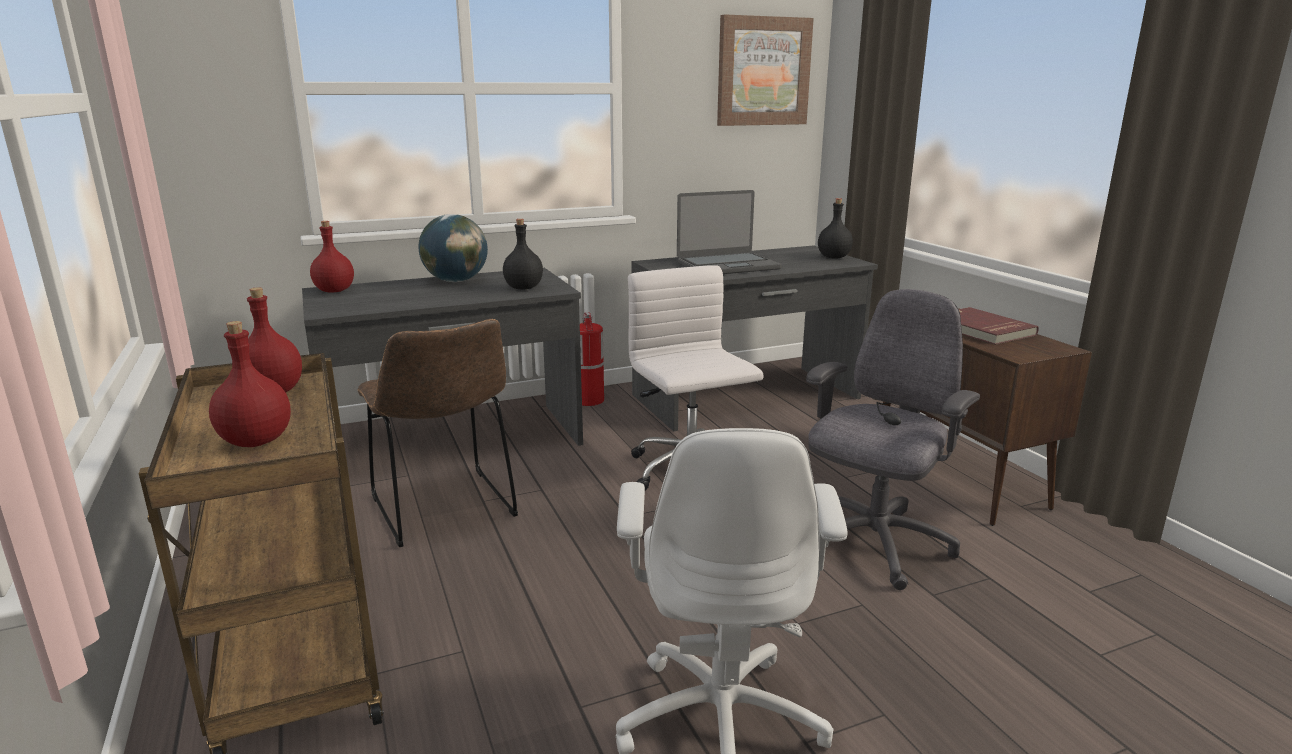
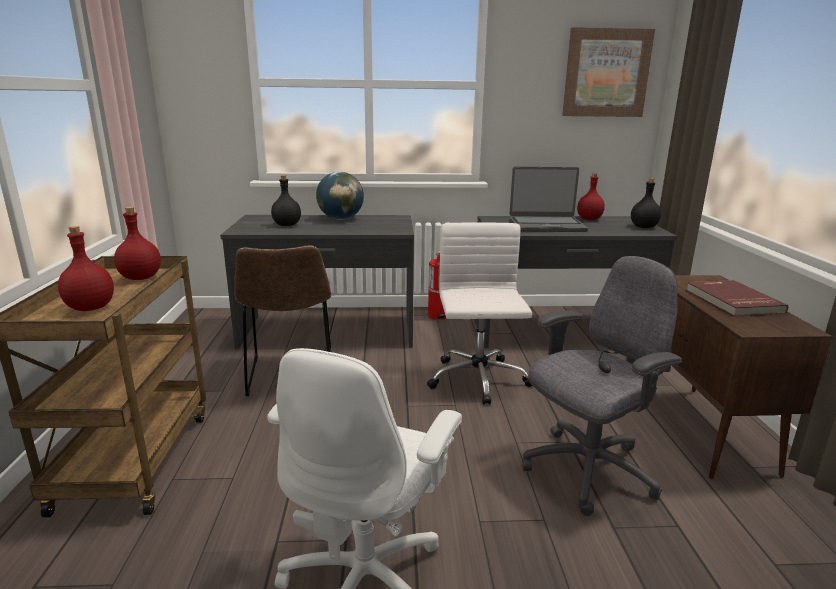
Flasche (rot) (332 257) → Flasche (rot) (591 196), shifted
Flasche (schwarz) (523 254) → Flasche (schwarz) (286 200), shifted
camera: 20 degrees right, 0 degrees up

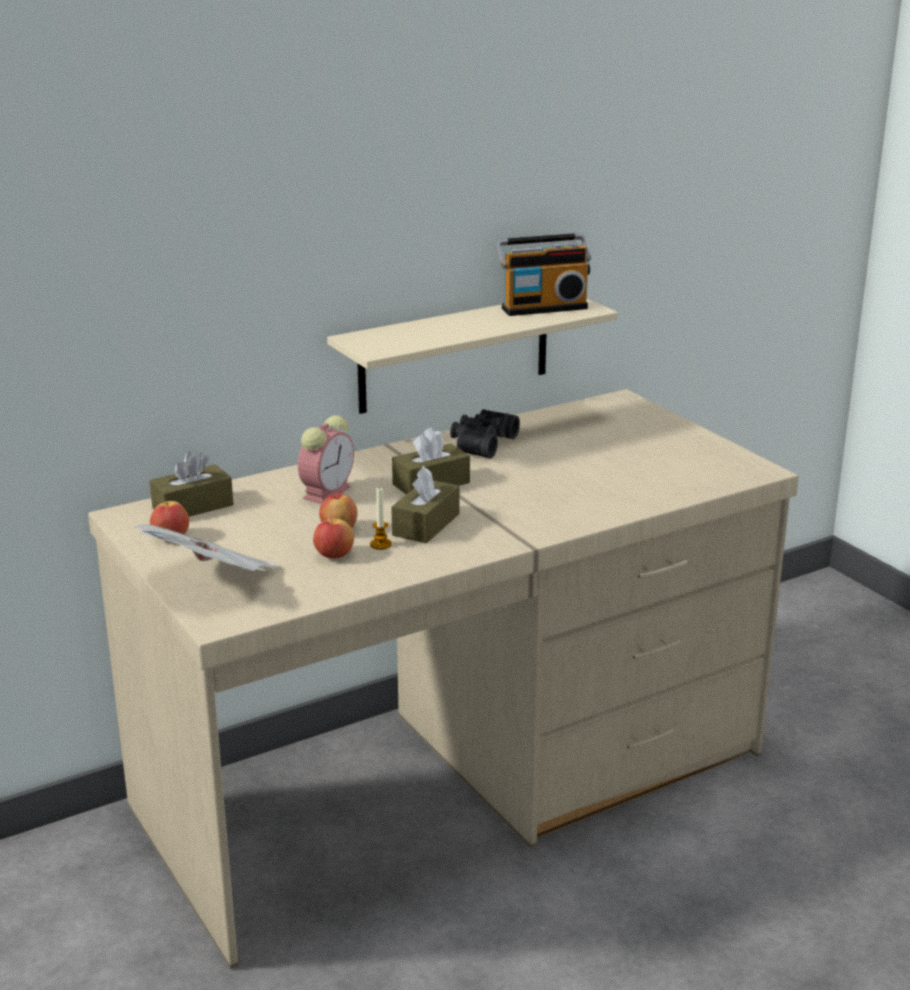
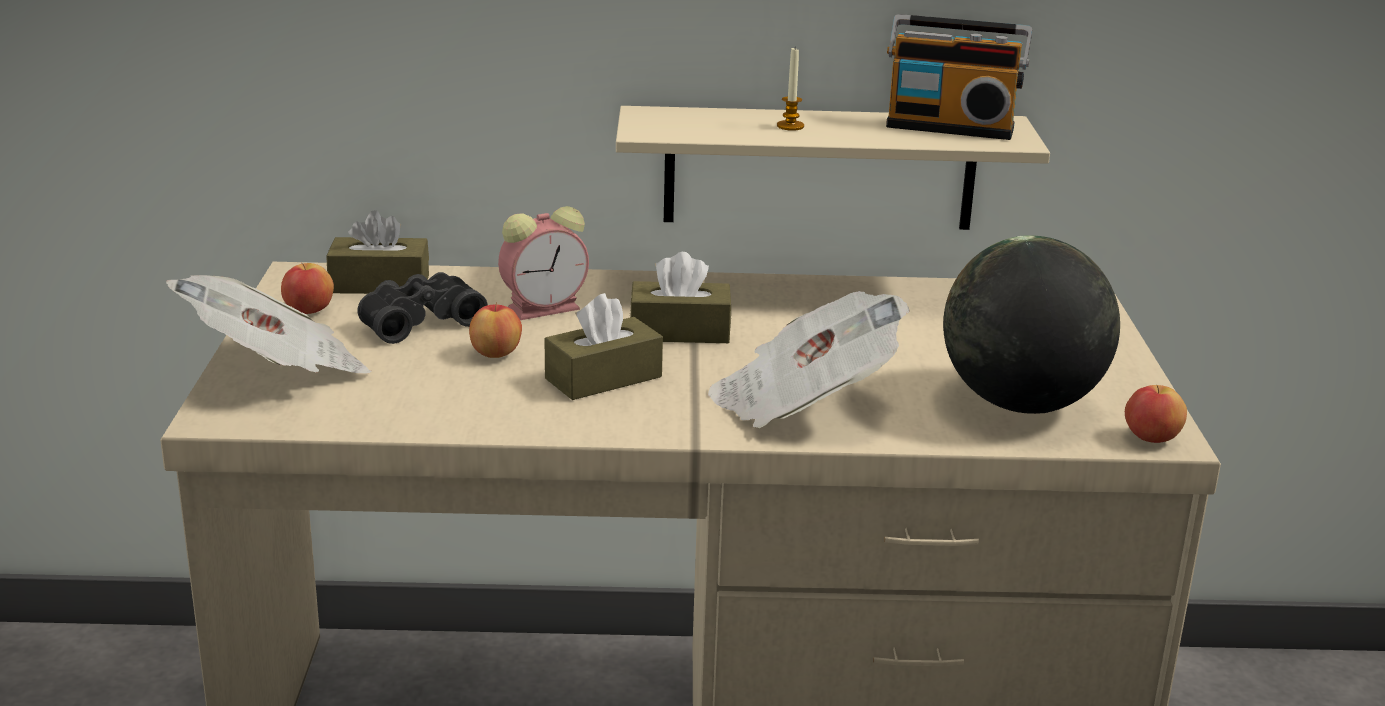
Apfel (333 538) → Apfel (1156 413), shifted
Kerze (381 518) → Kerze (790 89), shifted
Fernglas (schwarz) (485 434) → Fernglas (schwarz) (422 308), shifted
- → Zeitung (809 359)
- → Globus (1031 324)
camera: 30 degrees right, 0 degrees up

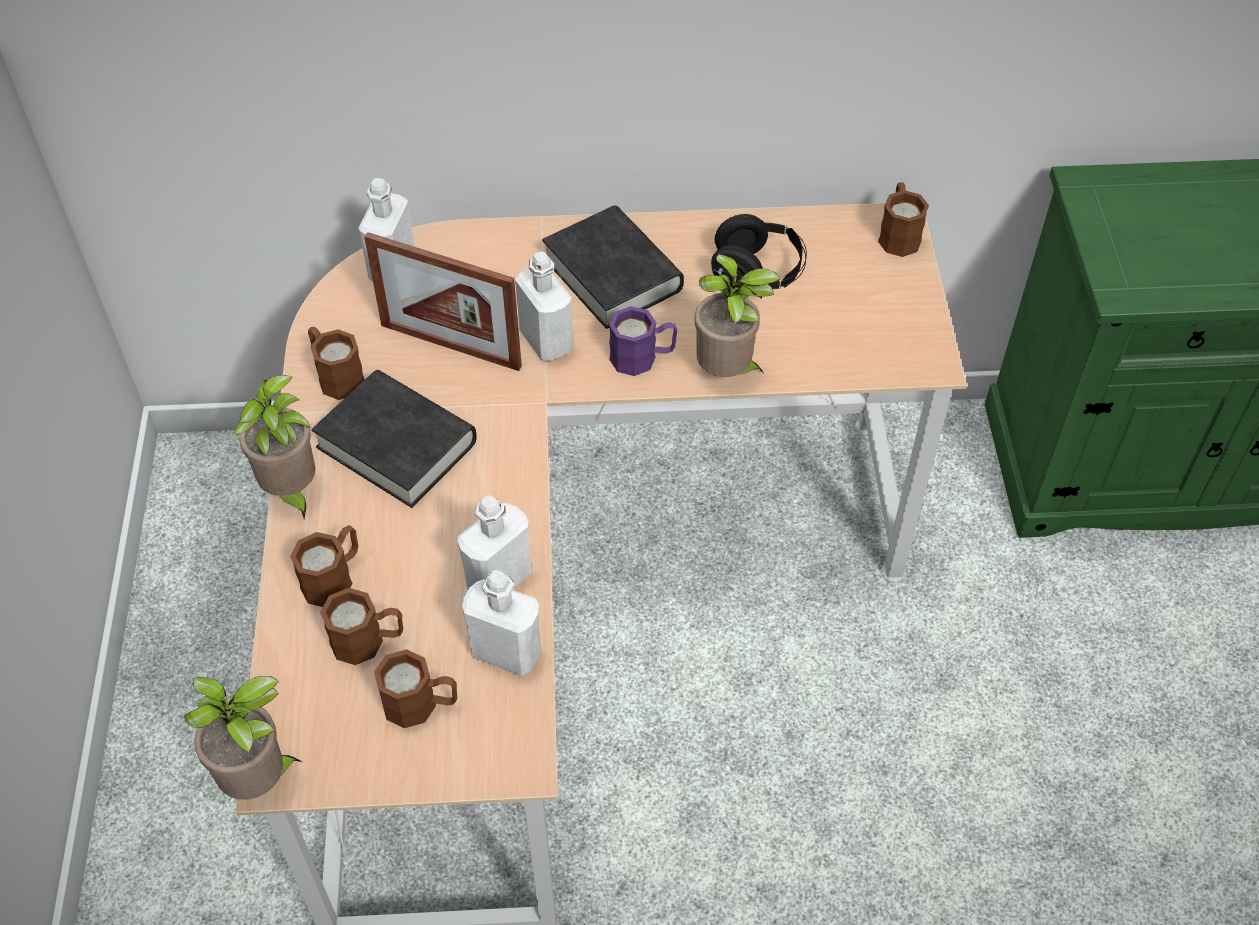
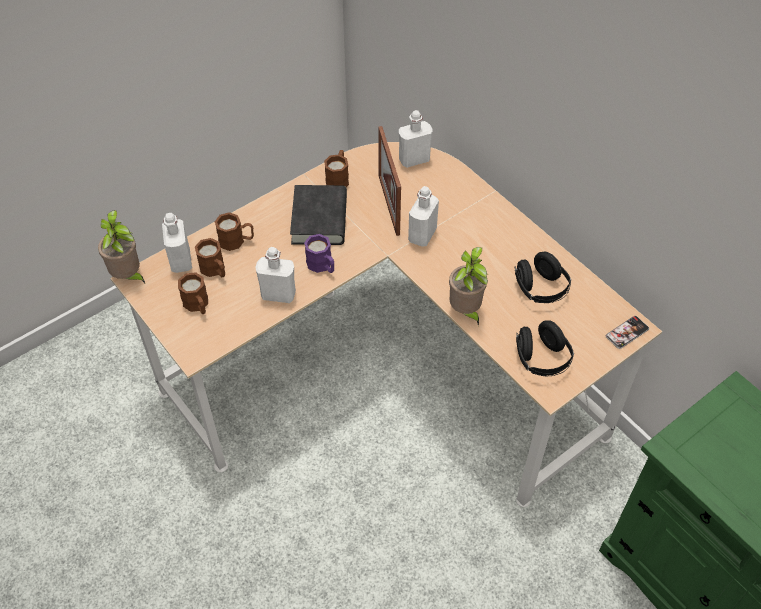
Topfpflanze (274 447) → -
Flasche (weiß) (501 623) → Flasche (weiß) (177 243), shifted
Buch (schwarz) (613 267) → -
Henkelbecher (lila) (643 341) → Henkelbecher (lila) (319 253), shifted
Henkelbecher (braun) (903 219) → Handy (627 332)
- → Kopfhörer (schwarz) (545 348)
camera: 55 degrees right, 0 degrees up

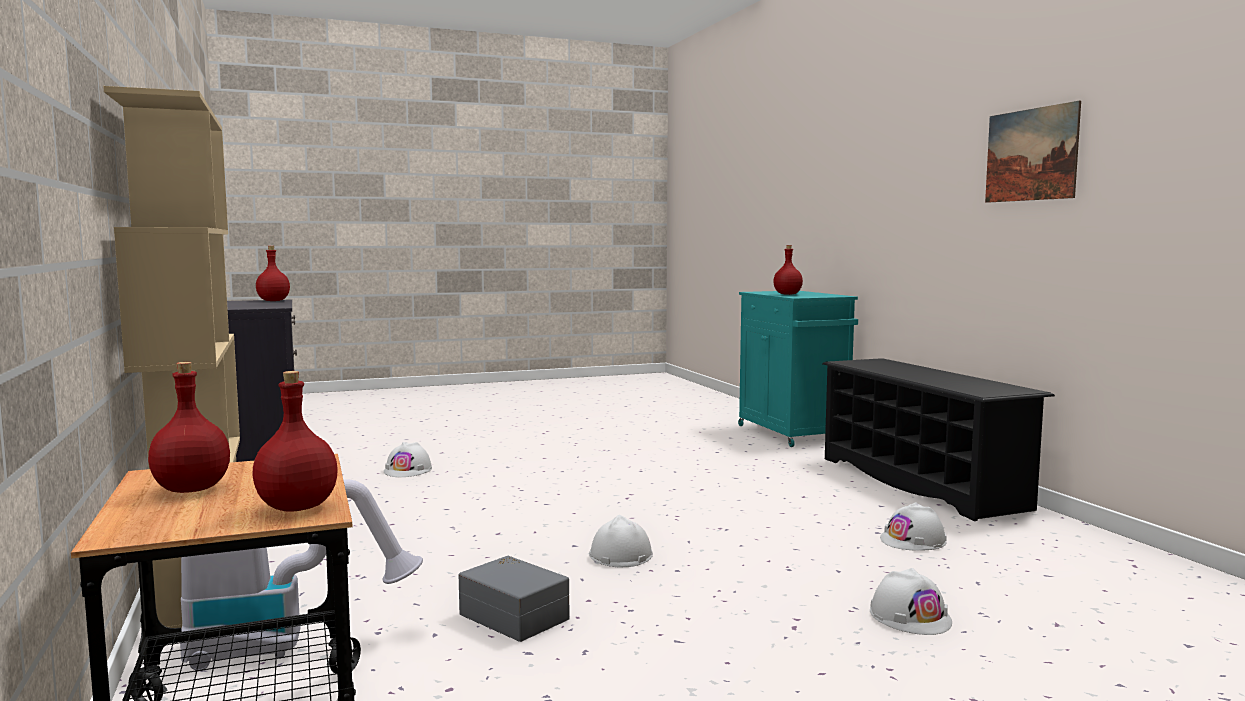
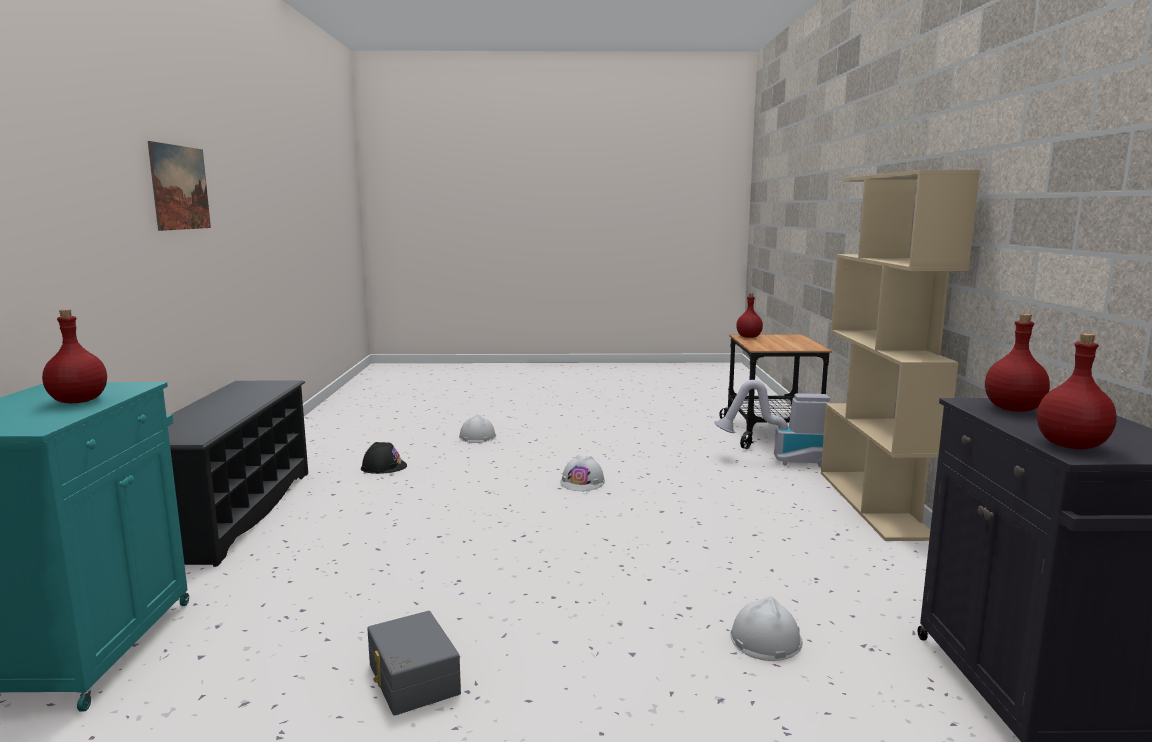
Flasche (rot) (189 427) → Flasche (rot) (1017 363), shifted
Aufbewahrungsbox (grau) (514 599) → Aufbewahrungsbox (grau) (414 663), shifted
Schutzhelm (weiß) (913 526) → Schutzhelm (schwarz) (384 458)
camera: 160 degrees left, 5 degrees up

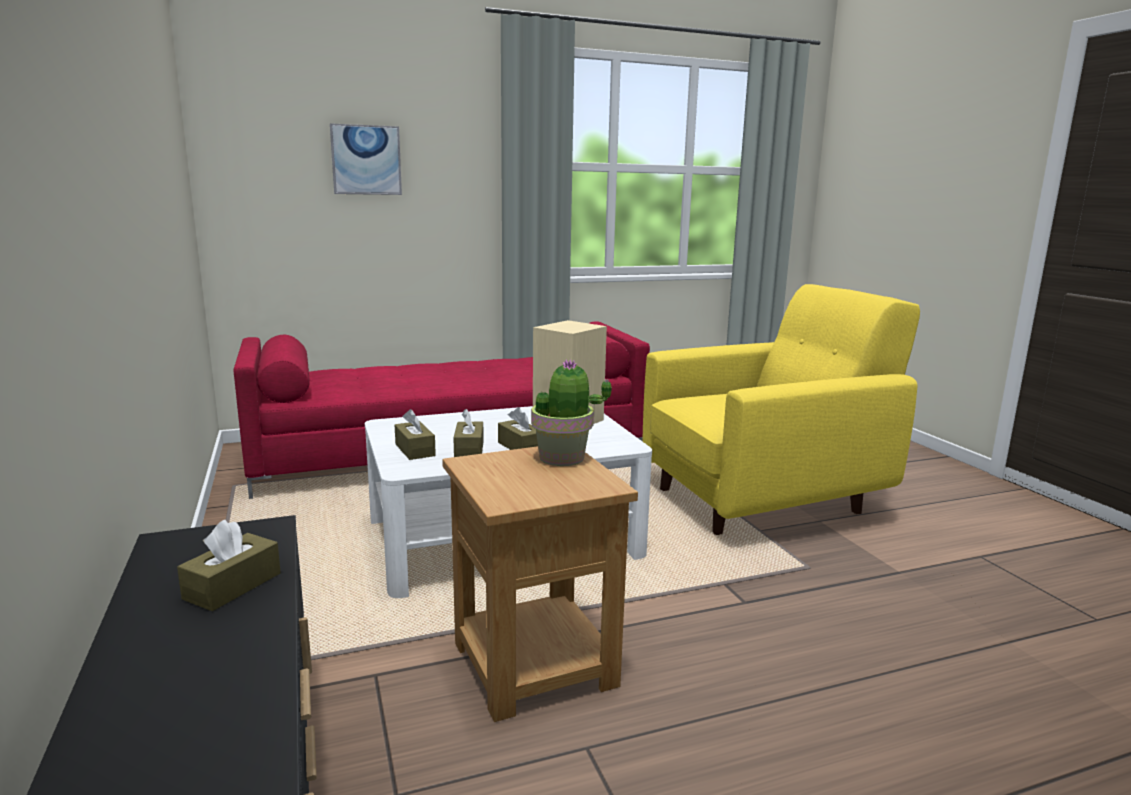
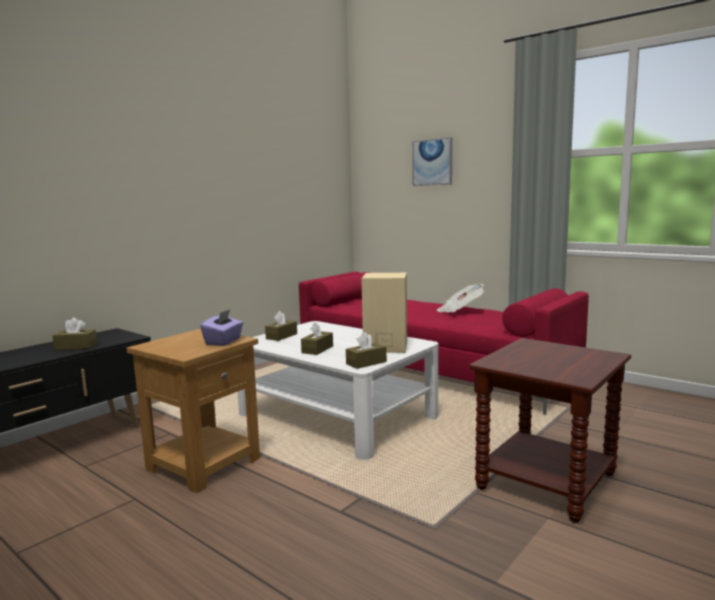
Taschentuchbox (braun) (469 433) → Taschentuchbox (braun) (366 350), shifted
Topfpflanze (571 412) → Taschentuchbox (lila) (221 328)
Sessel (gelb) (781 409) → Beistelltisch (braun) (550 430)
- → Zeitung (460 298)
camera: 60 degrees right, 5 degrees down

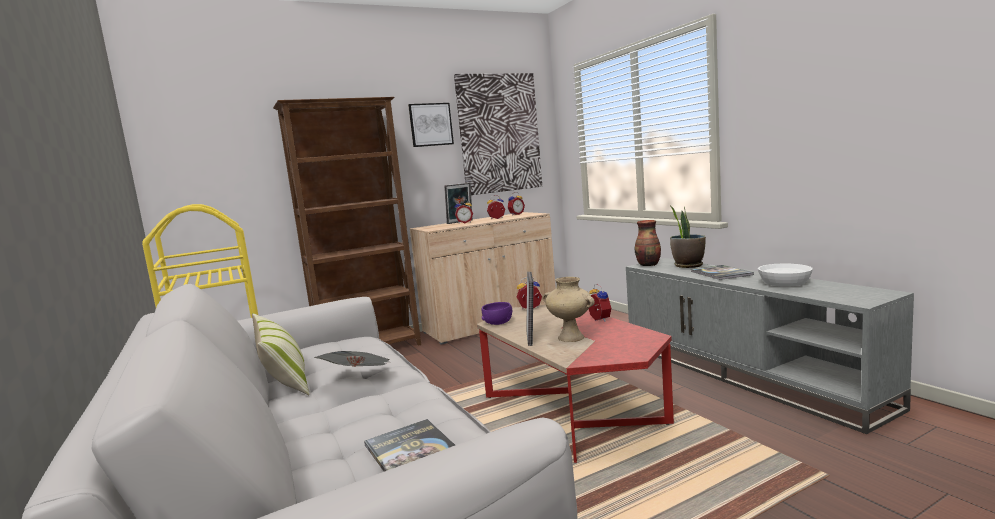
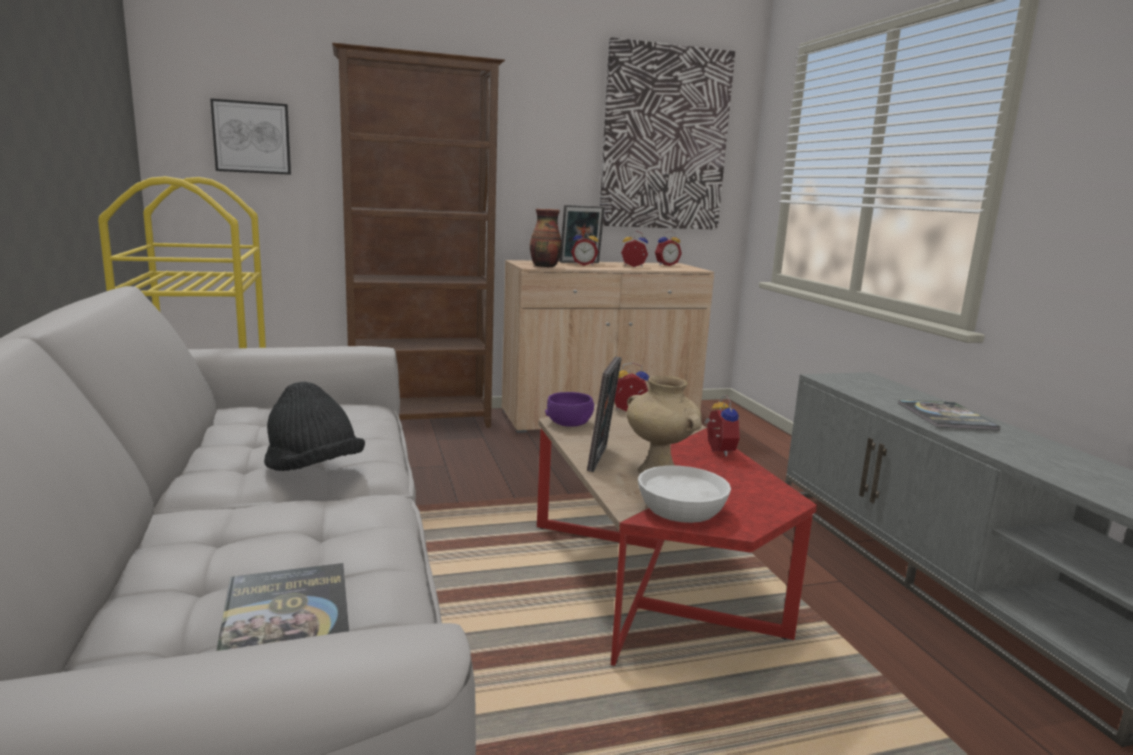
Kissen (281 354) → -
Zeitung (351 359) → Hut (schwarz) (314 426)
Bild (431 125) → Bild (250 136), shifted
Vase (648 243) → Vase (546 238), shifted
Topfpflanze (688 237) → -
Schüssel (weiß) (785 275) → Schüssel (weiß) (684 494), shifted
camera: 10 degrees right, 5 degrees up

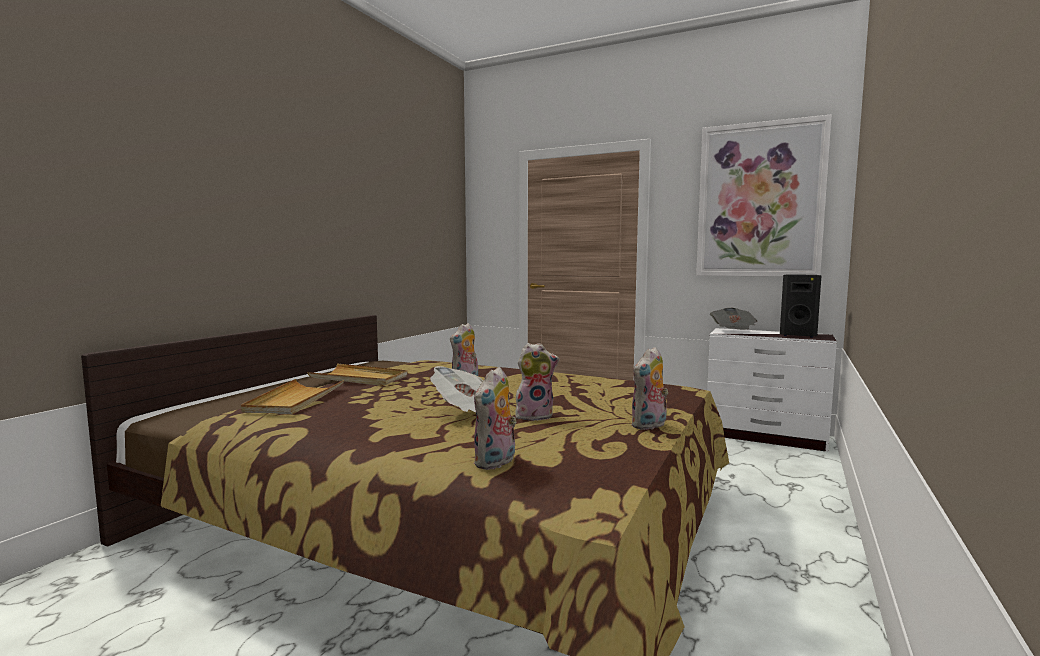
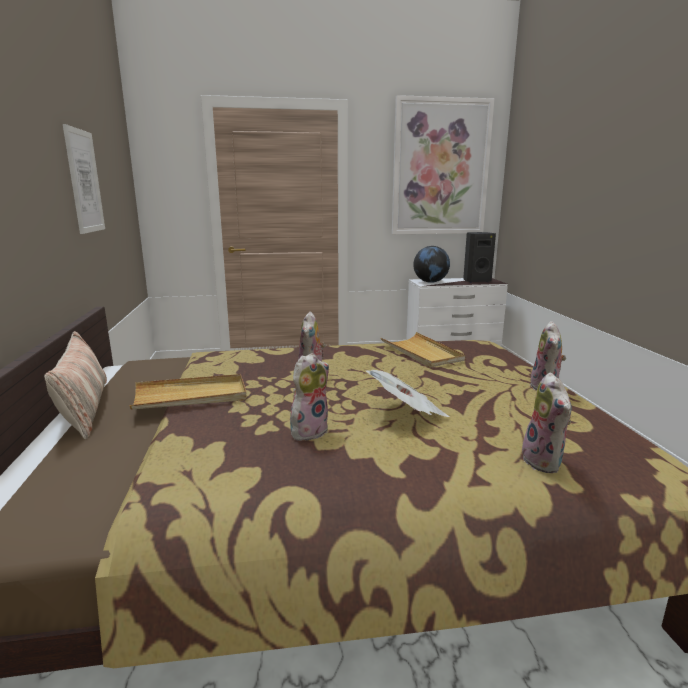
Tablett (beige) (292 397) → Tablett (beige) (423 350), shifted
Plüschtier (537 382) → Plüschtier (309 397), shifted
Zeitung (733 319) → Globus (431 264)
- → Kissen (75 385)
- → Bild (84 179)
camera: 35 degrees left, 10 degrees up

